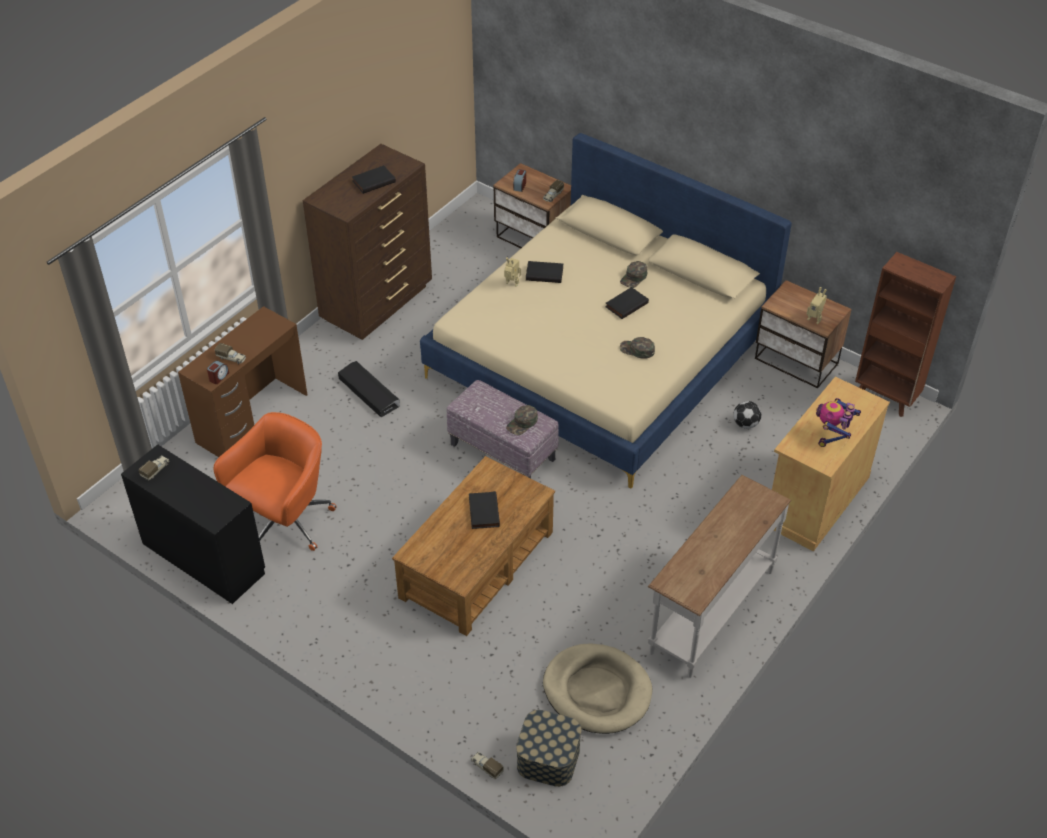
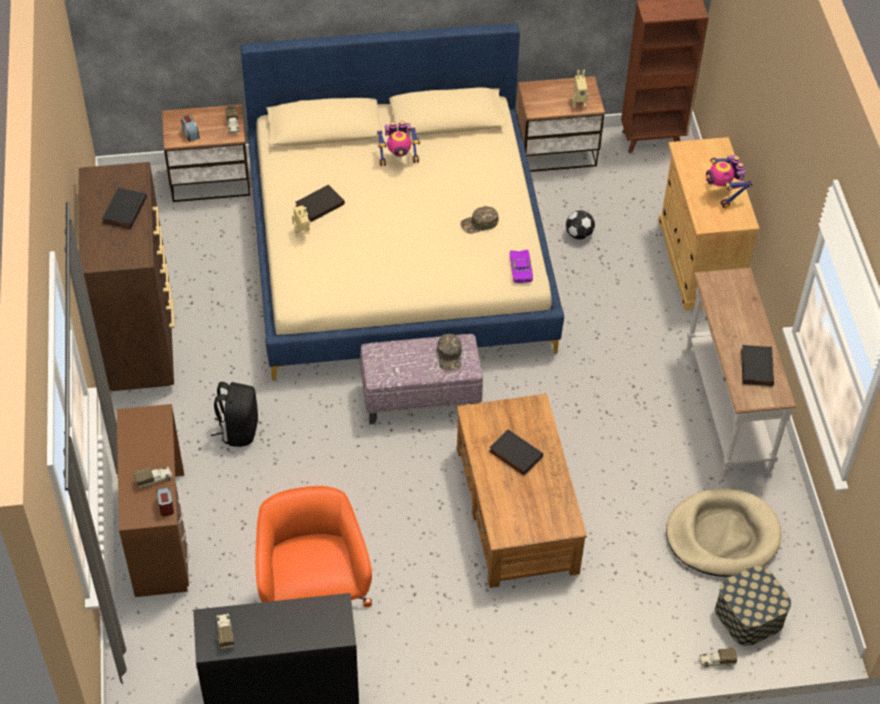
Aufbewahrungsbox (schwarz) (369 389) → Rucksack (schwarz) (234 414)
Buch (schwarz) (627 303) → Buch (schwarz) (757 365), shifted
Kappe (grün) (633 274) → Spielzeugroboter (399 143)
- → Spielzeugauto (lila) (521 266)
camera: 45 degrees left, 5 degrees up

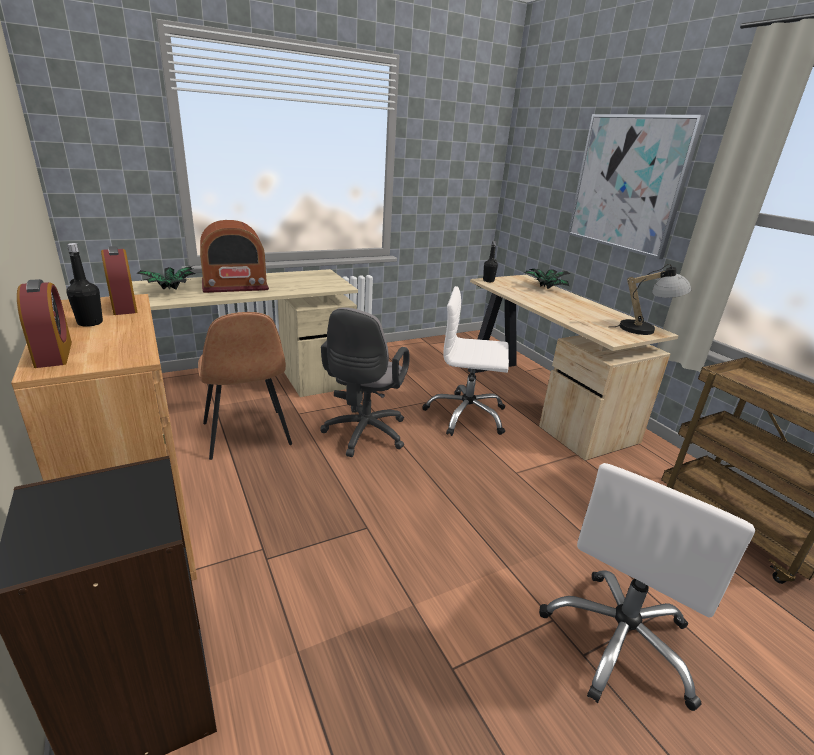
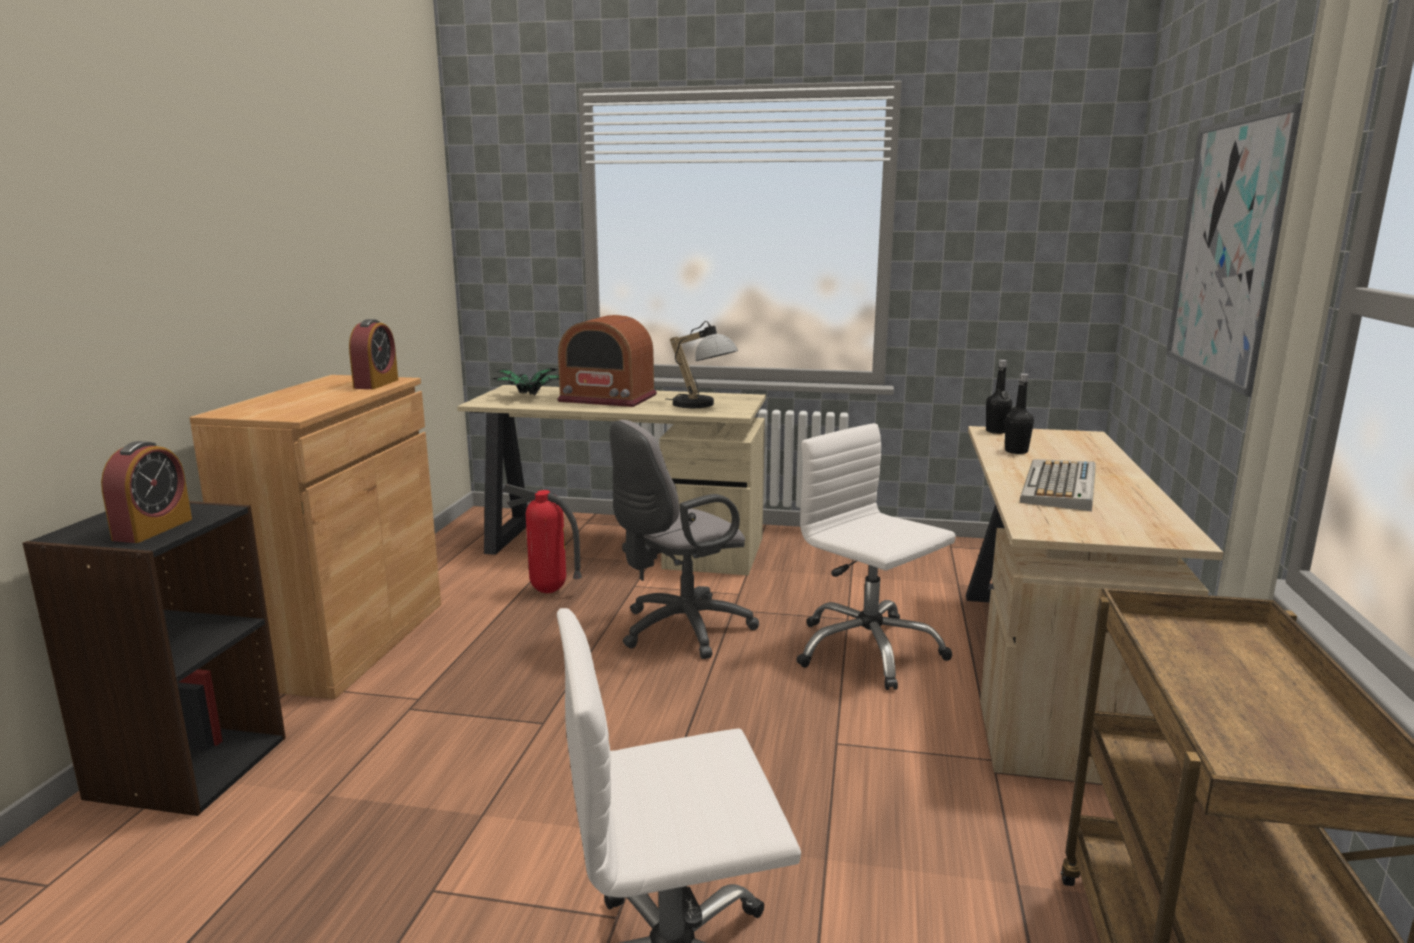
Wecker (44 323) → Wecker (146 492), shifted
Flasche (schwarz) (84 285) → Flasche (schwarz) (1019 413), shifted
Stuhl (braun) (245 386) → Feuerlöscher (542 538)
Topfpflanze (547 279) → -
Tischlampe (649 299) → Tischlampe (702 364), shifted
- → Tastatur (1058 485)
camera: 40 degrees right, 10 degrees down

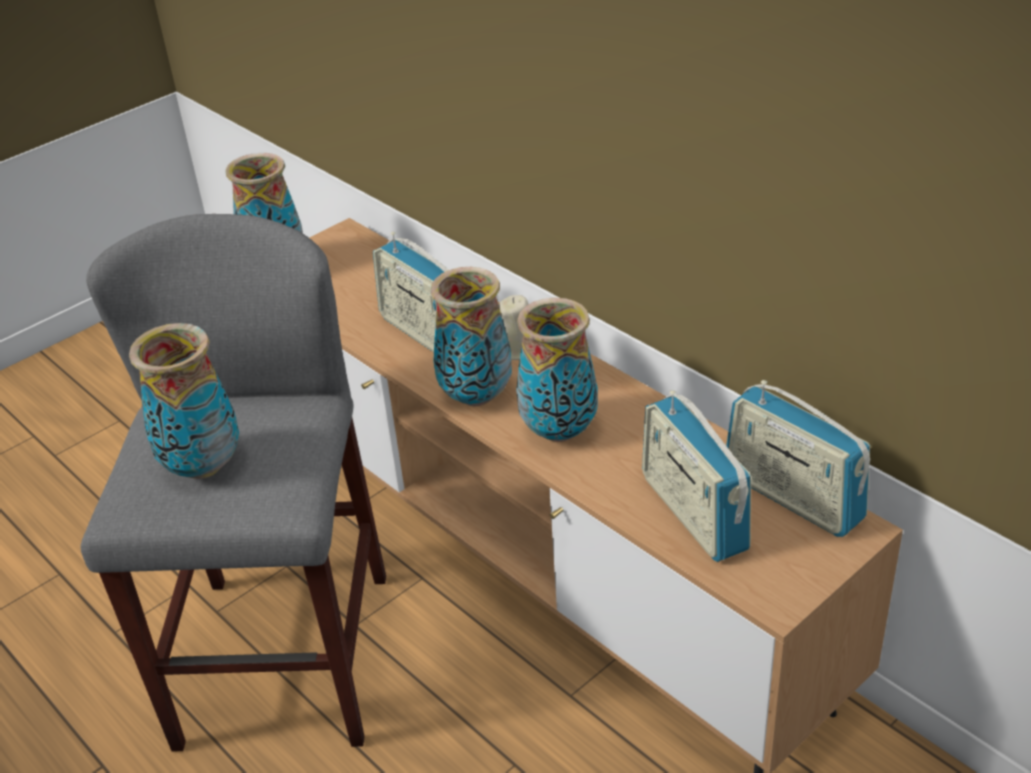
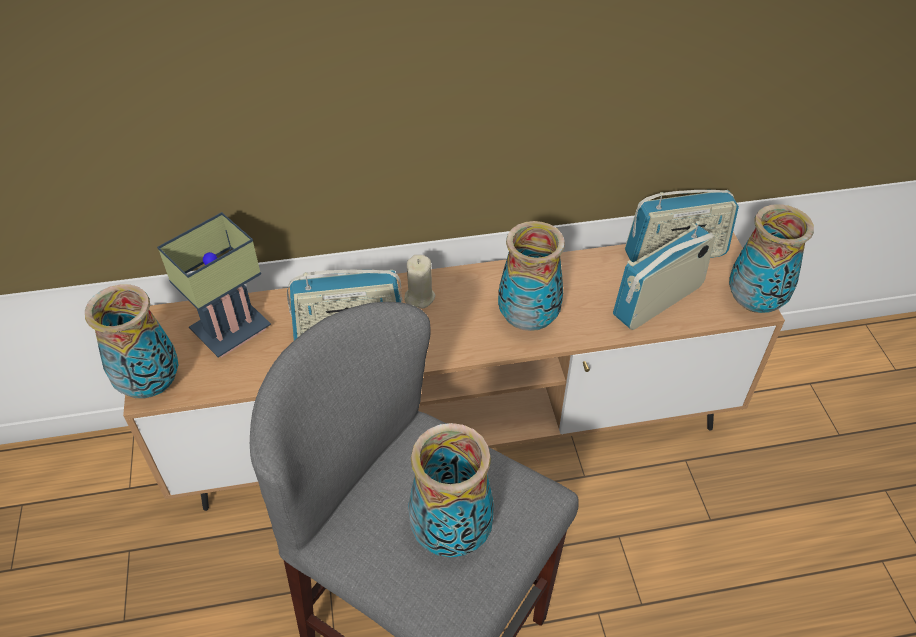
Vase (471 336) → Vase (771 258), shifted
Radio (696 476) → Radio (664 275), 135 degrees clockwise
- → Tischlampe (214 285)
camera: 60 degrees left, 10 degrees up

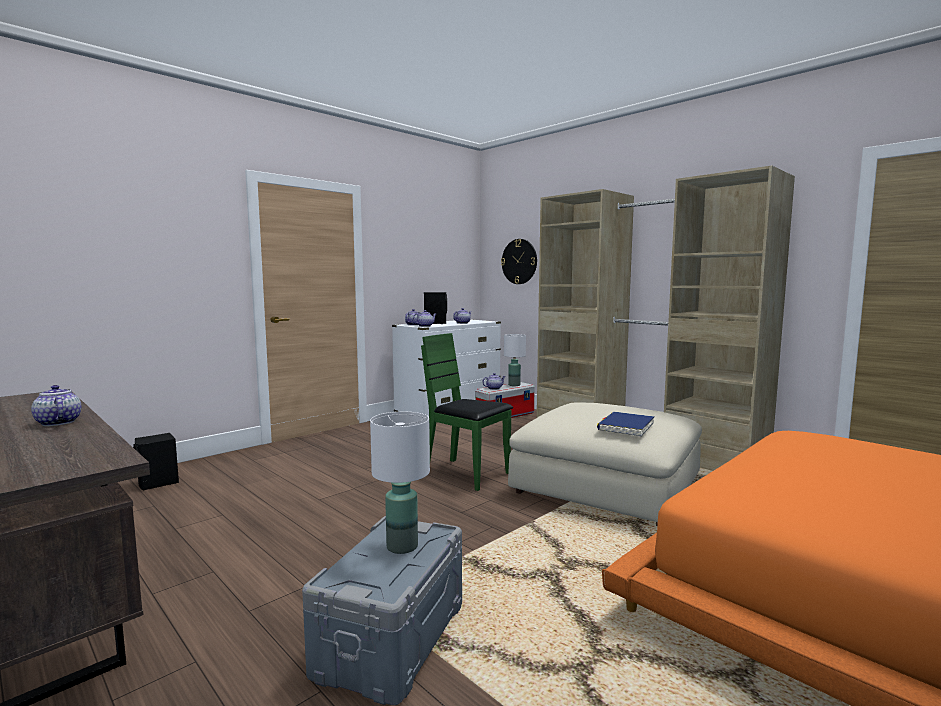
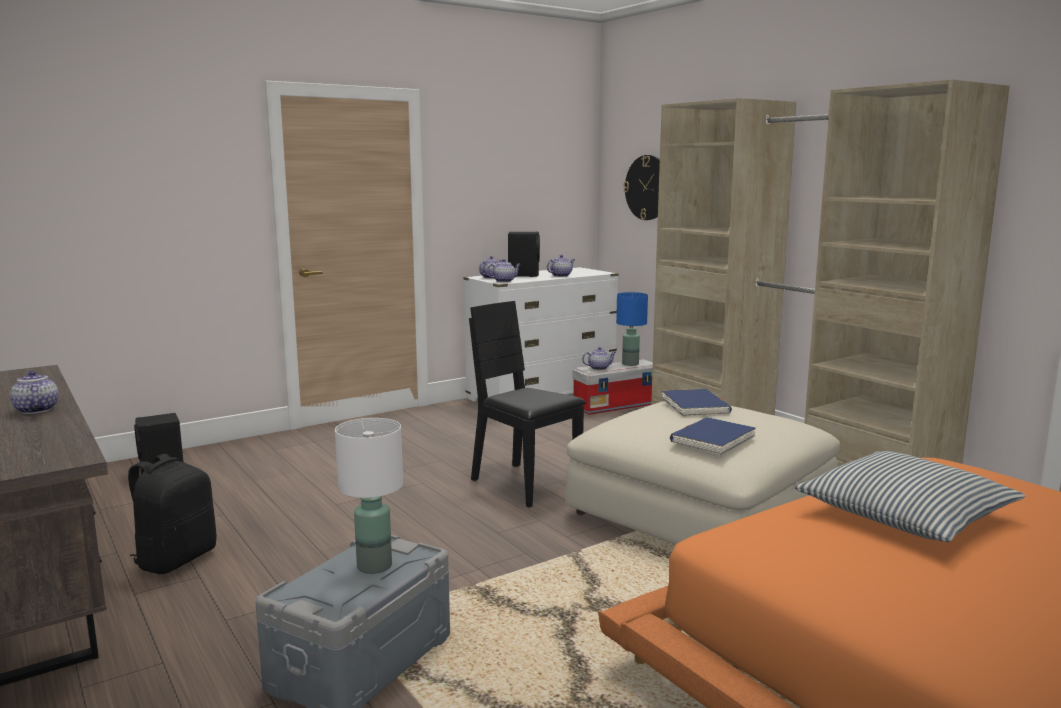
Stuhl (grün) (467 412) → Stuhl (schwarz) (527 404)
Tischlampe (weiß) (515 360) → Tischlampe (blau) (632 329)
- → Rucksack (schwarz) (172 514)
- → Buch (blau) (697 403)
- → Kissen (909 496)
camera: 10 degrees right, 5 degrees up

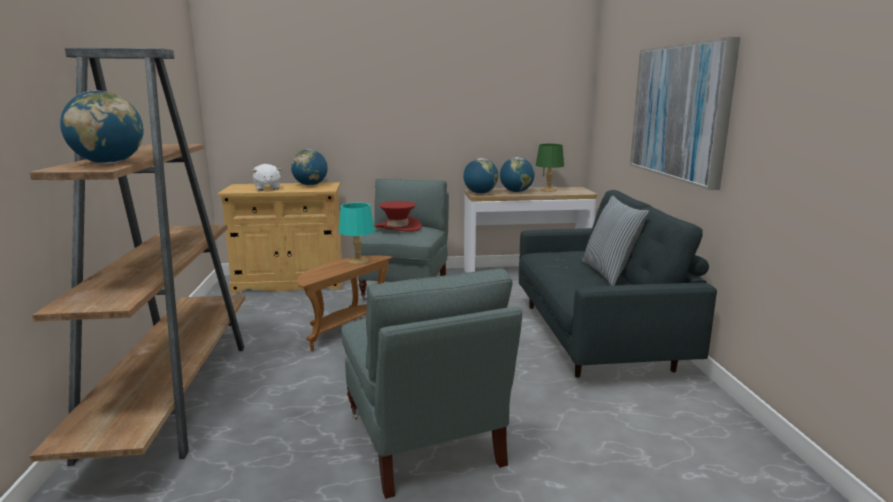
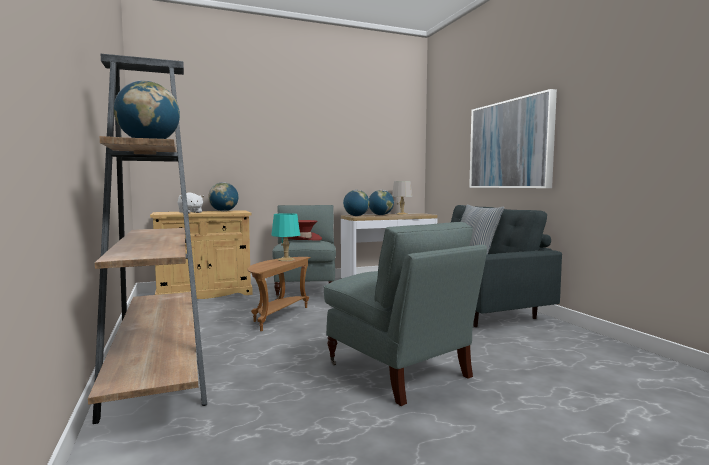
Tischlampe (grün) (550 168) → Tischlampe (grau) (402 198)
camera: 15 degrees left, 10 degrees down

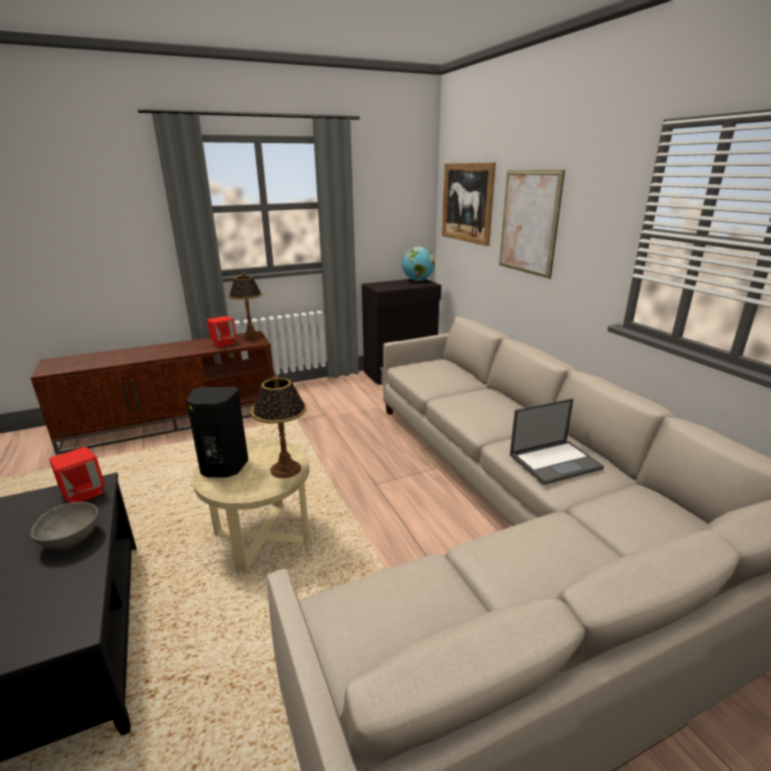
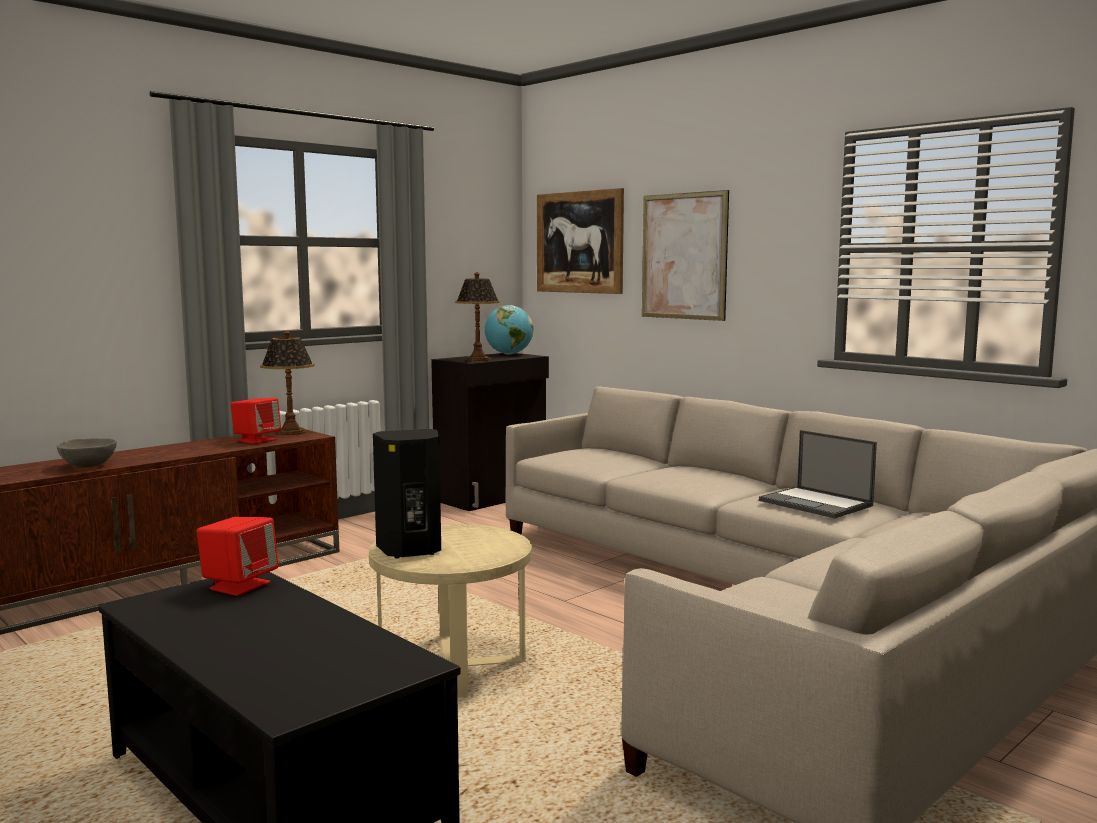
Schüssel (grau) (65 525) → Schüssel (grau) (86 453), shifted
Tischlampe (279 426) → Tischlampe (477 316), shifted
Laptop (557 441) → Laptop (818 474), 90 degrees clockwise
camera: 20 degrees left, 15 degrees down

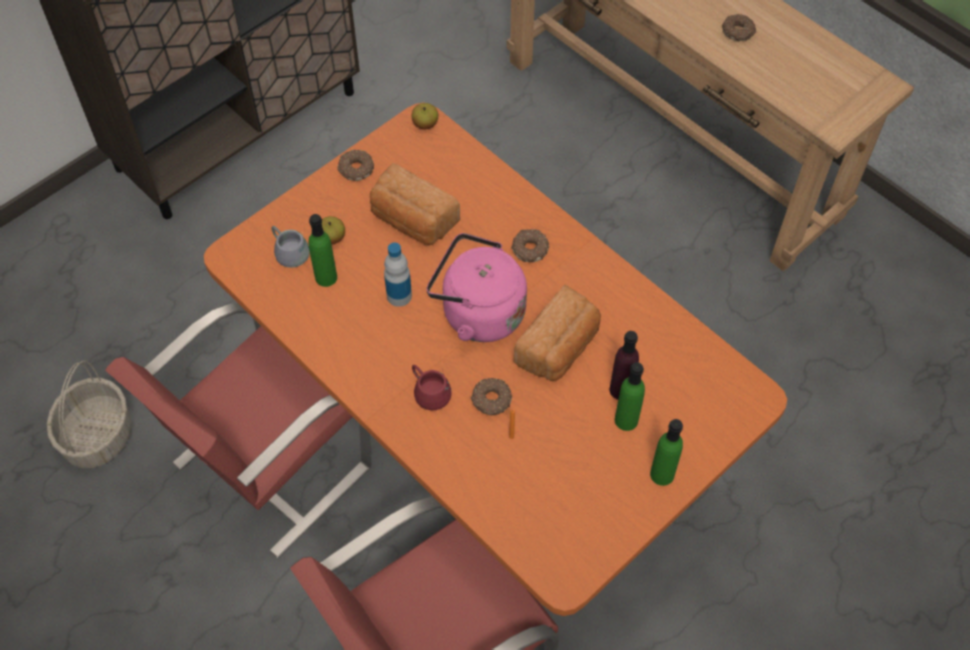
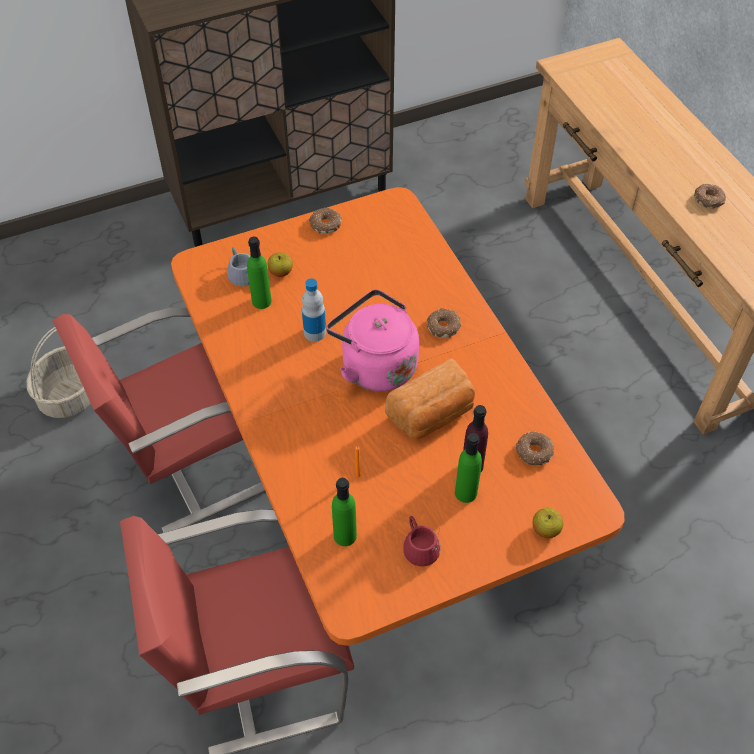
Brot (415 204) → -
Apfel (424 116) → Apfel (547 523), shifted
Henkelbecher (rot) (431 388) → Henkelbecher (rot) (422 541), shifted
Donut (491 396) → Donut (535 448), shifted
Flasche (grün) (666 452) → Flasche (grün) (344 512), shifted
camera: 20 degrees right, 5 degrees down

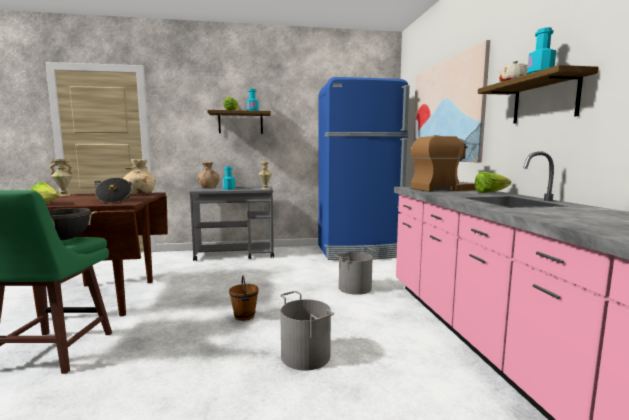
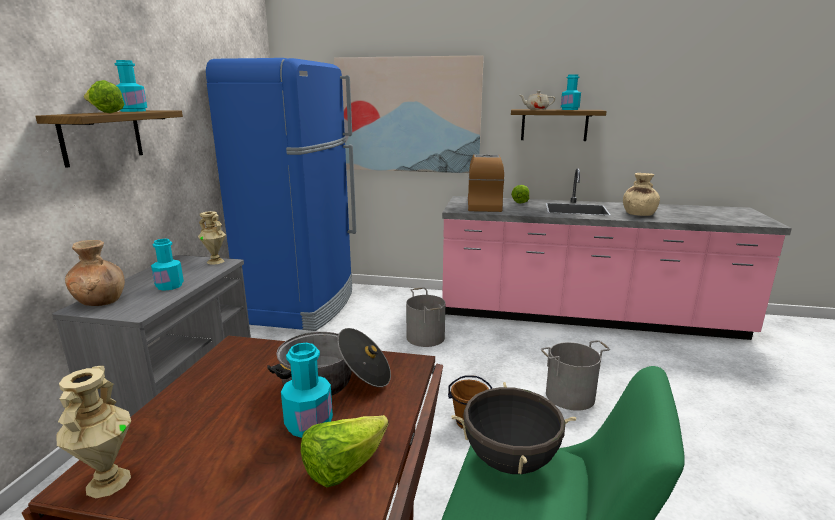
Vase (beige) (139 176) → Vase (beige) (641 194), shifted
- → Flasche (türkis) (307 390)
camera: 70 degrees left, 10 degrees up

